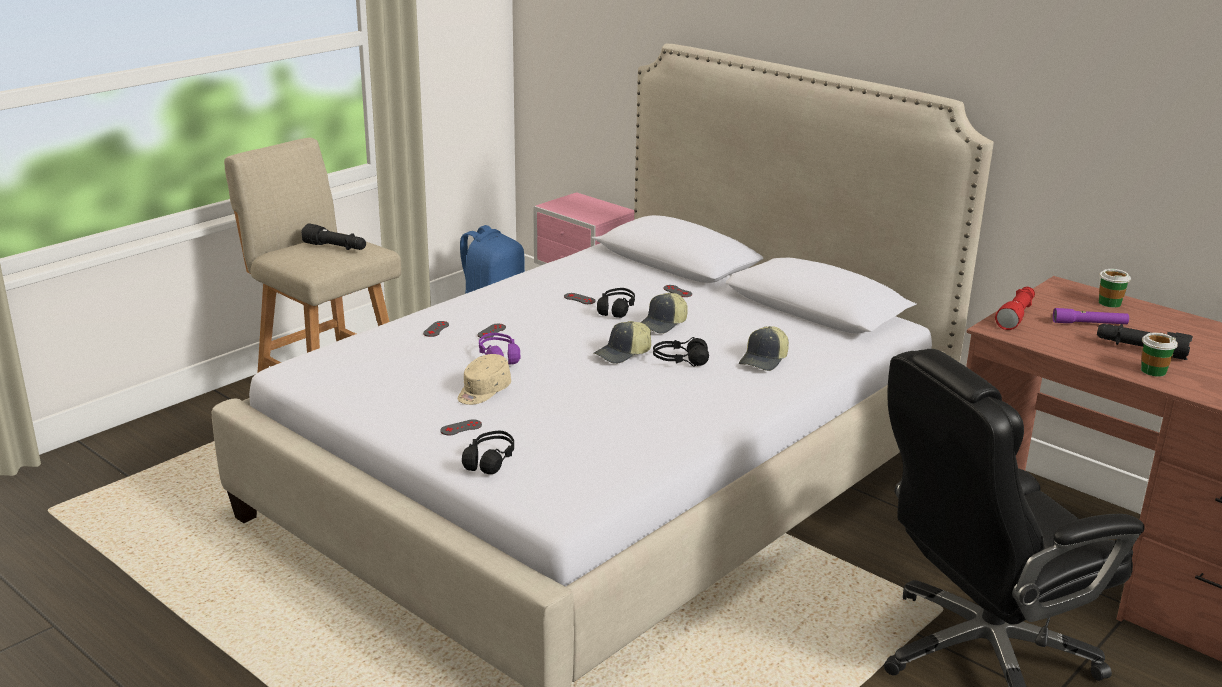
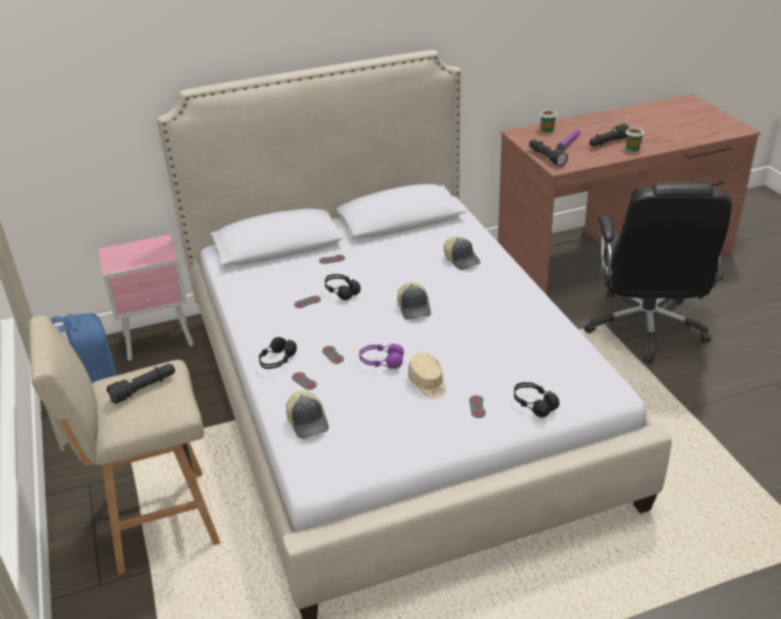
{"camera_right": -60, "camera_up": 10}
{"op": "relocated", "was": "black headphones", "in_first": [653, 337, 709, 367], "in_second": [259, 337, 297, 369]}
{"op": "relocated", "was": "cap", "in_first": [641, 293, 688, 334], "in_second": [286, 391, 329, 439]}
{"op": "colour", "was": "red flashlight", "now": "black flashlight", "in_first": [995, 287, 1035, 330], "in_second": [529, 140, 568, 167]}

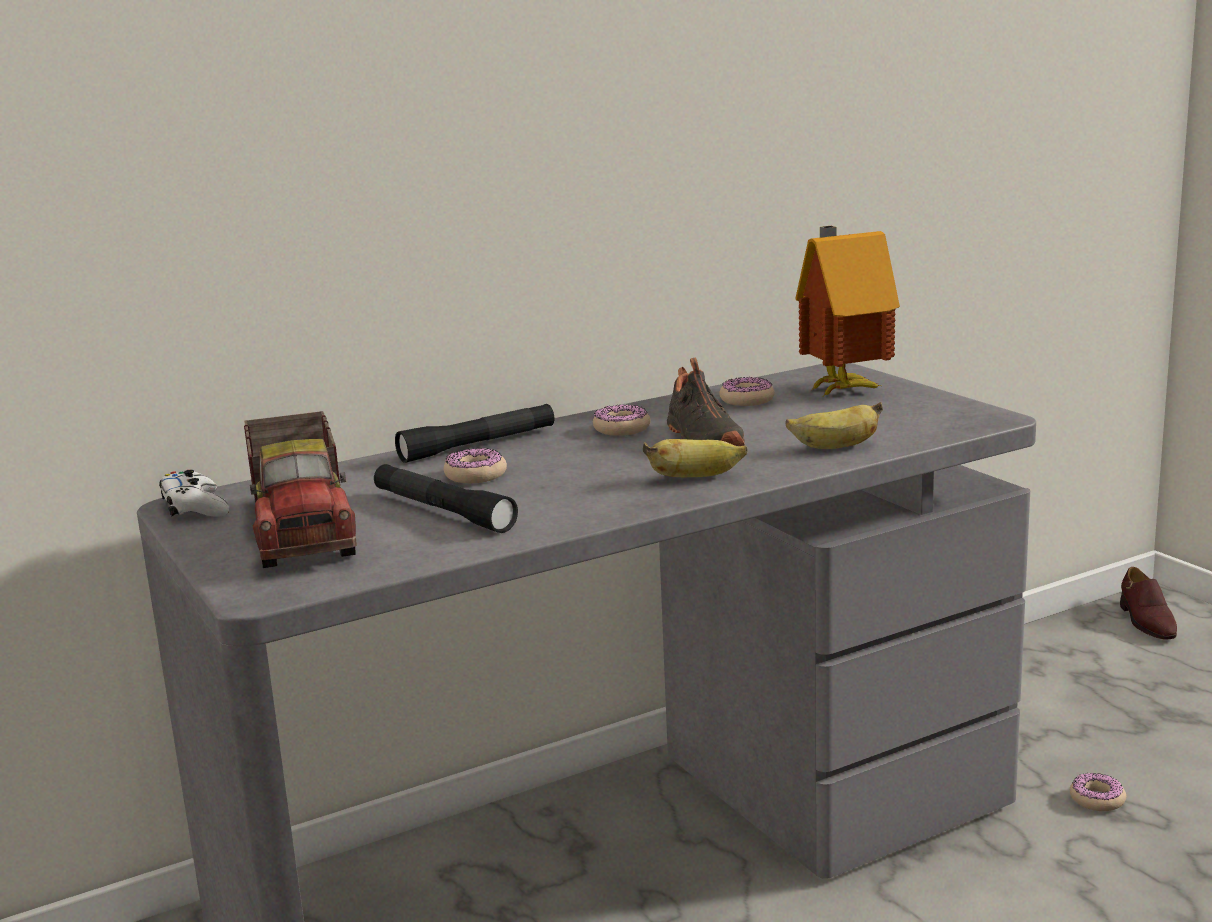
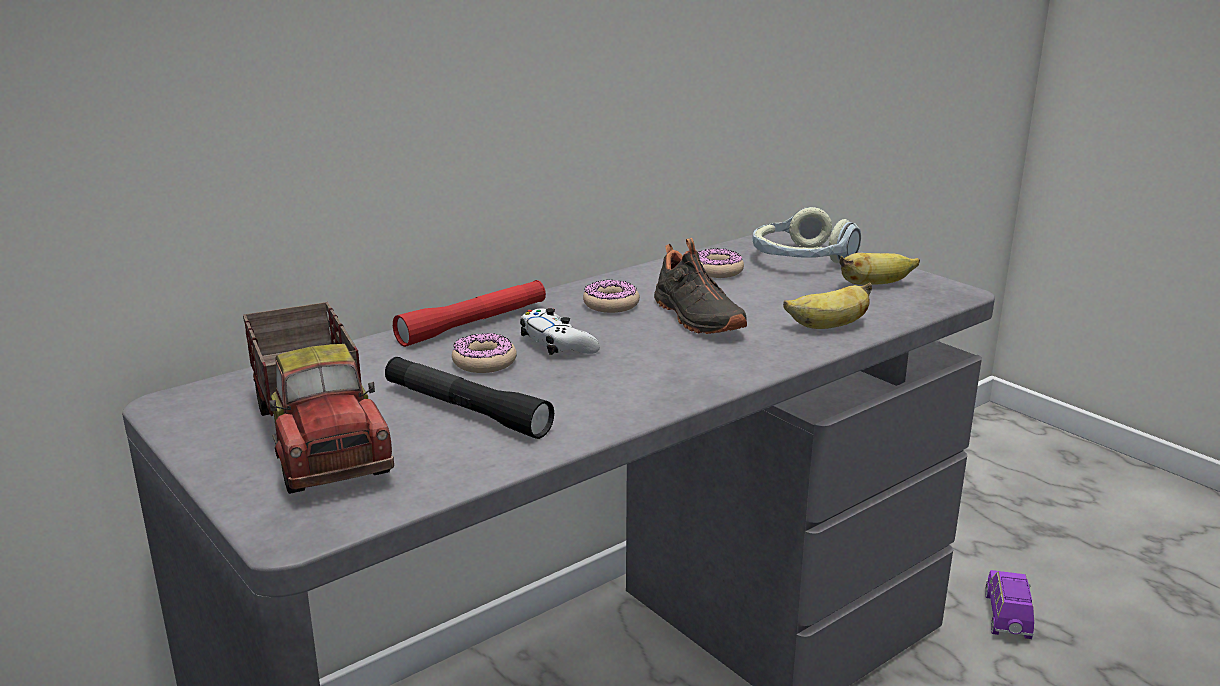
{"camera_right": -10, "camera_up": 5}
{"op": "colour", "was": "black flashlight", "now": "red flashlight", "in_first": [395, 404, 554, 463], "in_second": [393, 280, 546, 347]}
{"op": "relocated", "was": "white game controller", "in_first": [159, 470, 229, 517], "in_second": [520, 308, 600, 355]}
{"op": "exchanged", "was": "toy house", "now": "headphones", "in_first": [795, 226, 900, 398], "in_second": [752, 207, 861, 263]}
{"op": "relocated", "was": "banana", "in_first": [643, 439, 748, 477], "in_second": [839, 253, 920, 285]}
{"op": "exchanged", "was": "donut", "now": "purple toy car", "in_first": [1070, 773, 1126, 811], "in_second": [985, 570, 1034, 639]}
{"op": "missing", "was": "brown shoe", "in_first": [1120, 567, 1177, 639]}

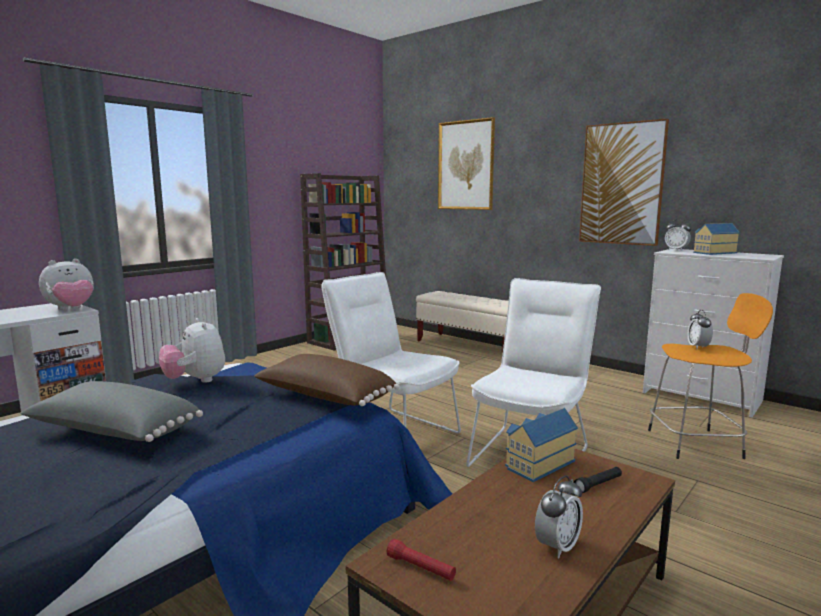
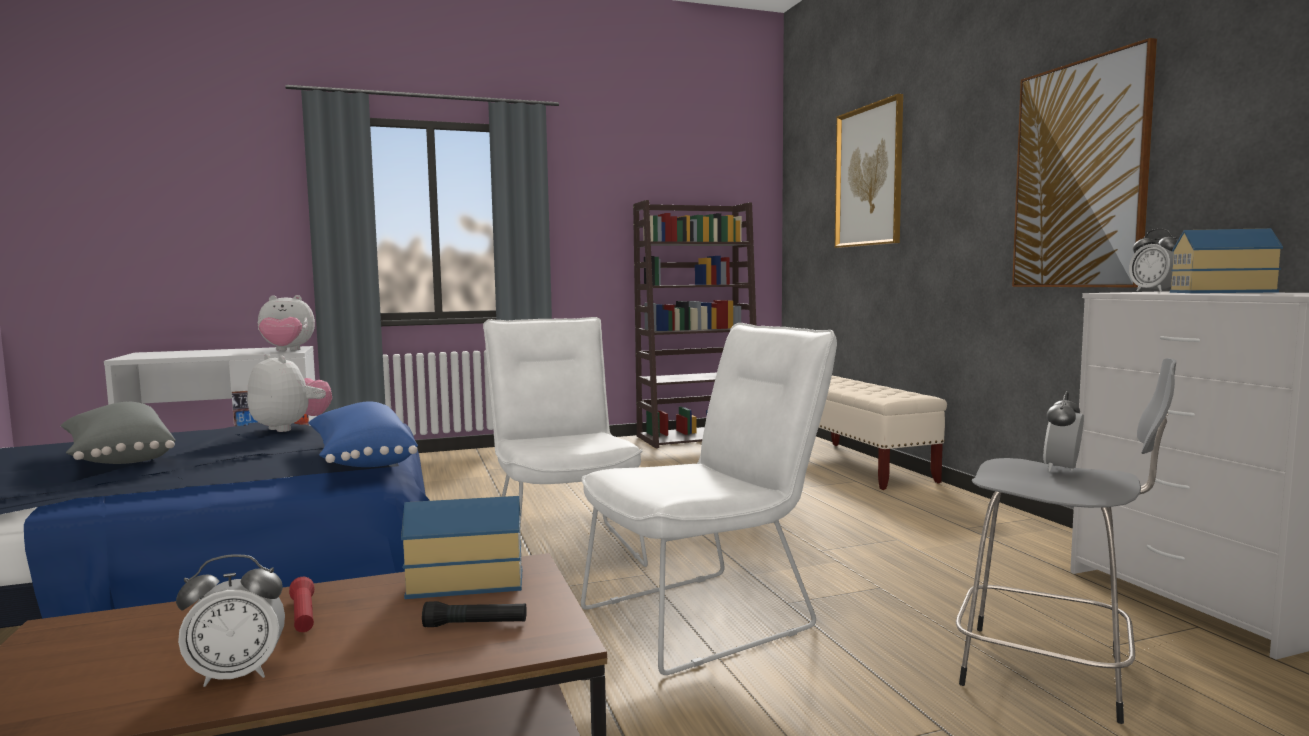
{"camera_right": 30, "camera_up": -5}
{"op": "spun", "was": "plush toy", "in_first": [159, 318, 225, 383], "in_second": [247, 354, 332, 432], "clockwise": 135}
{"op": "relocated", "was": "red flashlight", "in_first": [387, 539, 456, 581], "in_second": [289, 577, 314, 632]}
{"op": "colour", "was": "brown pillow", "now": "blue pillow", "in_first": [254, 354, 400, 406], "in_second": [308, 401, 418, 467]}
{"op": "colour", "was": "orange stool", "now": "grey stool", "in_first": [648, 293, 773, 459], "in_second": [956, 358, 1176, 724]}

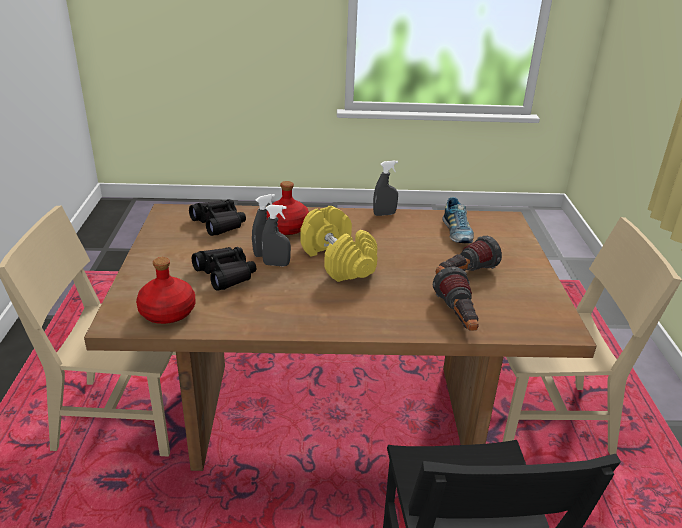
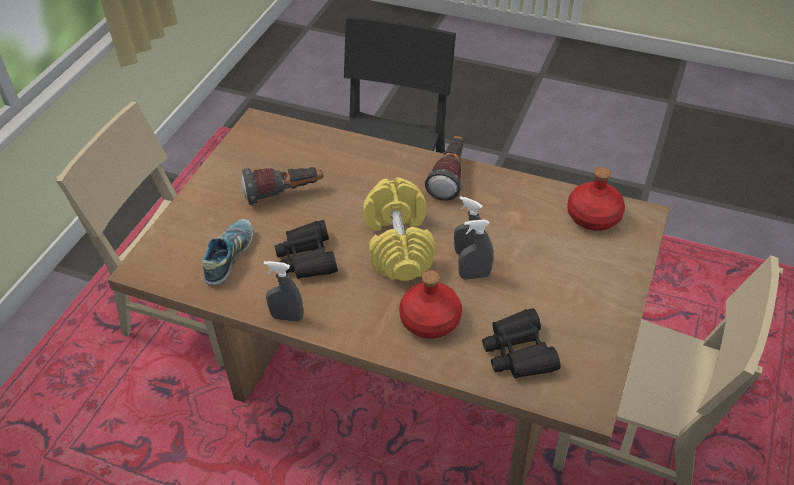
{"camera_right": -155, "camera_up": 15}
{"op": "relocated", "was": "black binoculars", "in_first": [192, 247, 256, 291], "in_second": [275, 220, 338, 279]}
{"op": "relocated", "was": "flashlight", "in_first": [433, 266, 478, 331], "in_second": [425, 136, 464, 201]}

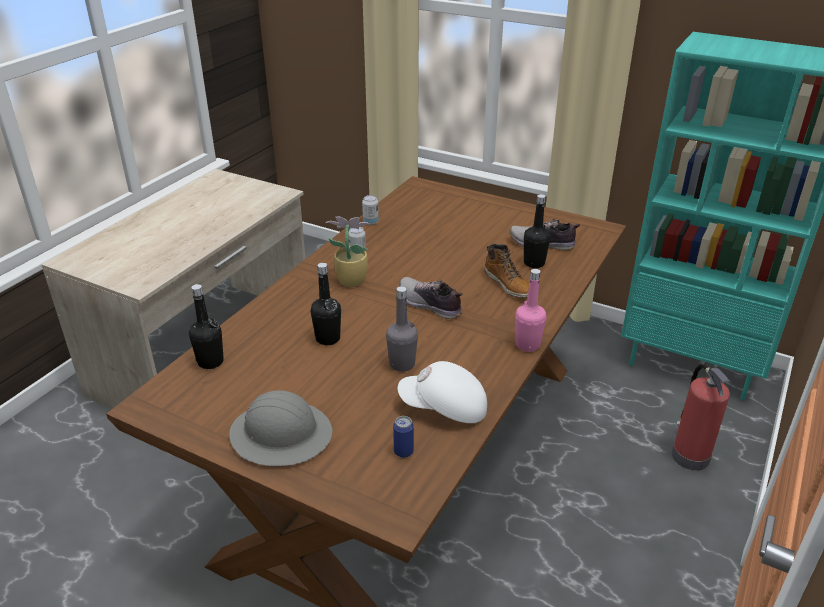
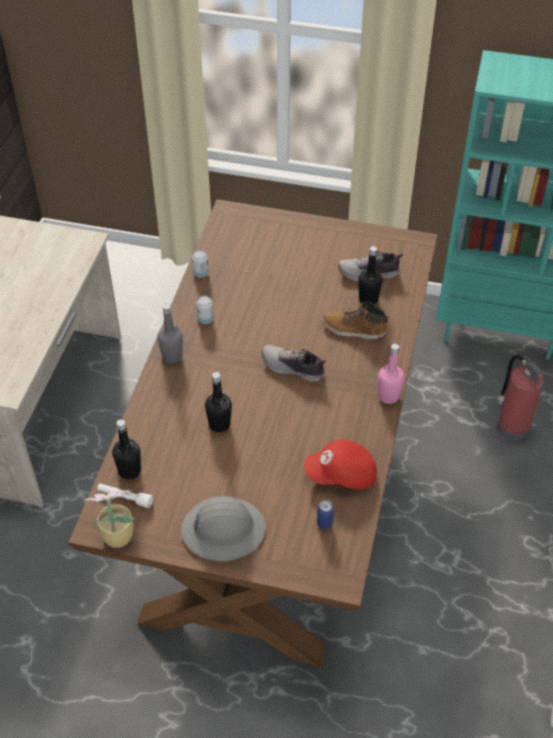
{"camera_right": -15, "camera_up": 15}
{"op": "relocated", "was": "potted plant", "in_first": [326, 216, 370, 287], "in_second": [84, 490, 135, 548]}
{"op": "appeared", "now": "white flashlight", "in_second": [97, 483, 153, 508]}
{"op": "relocated", "was": "grey bottle", "in_first": [386, 286, 418, 372], "in_second": [157, 304, 183, 364]}
{"op": "colour", "was": "white cap", "now": "red cap", "in_first": [398, 361, 487, 423], "in_second": [304, 440, 377, 489]}
{"op": "spun", "was": "boot", "in_first": [484, 244, 530, 298], "in_second": [322, 302, 389, 340], "clockwise": 150}

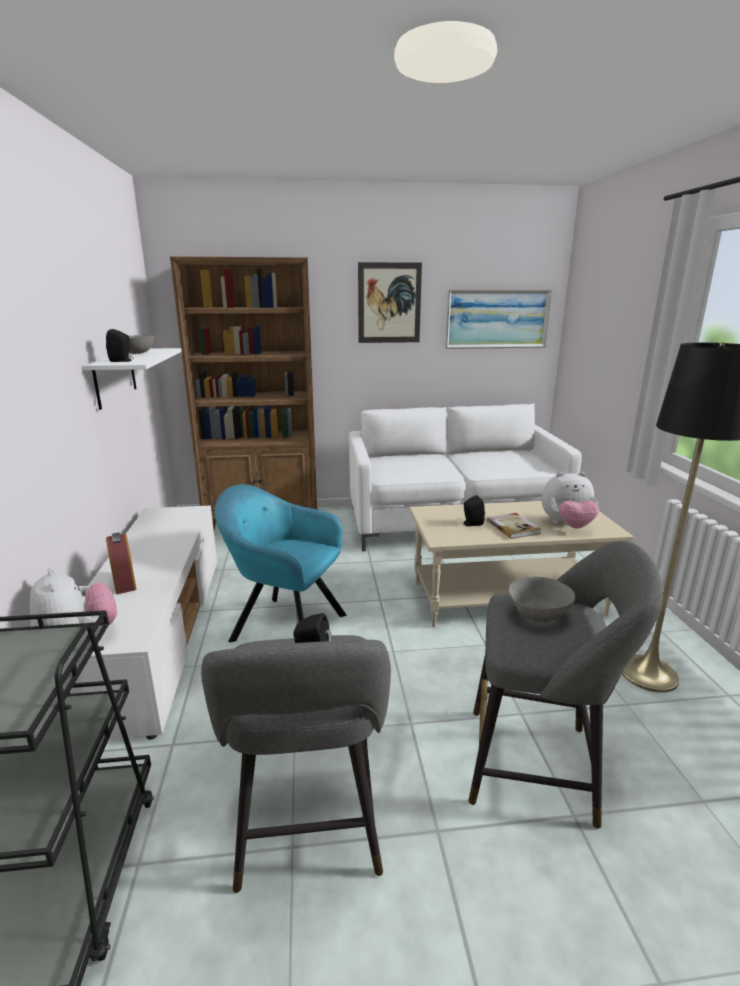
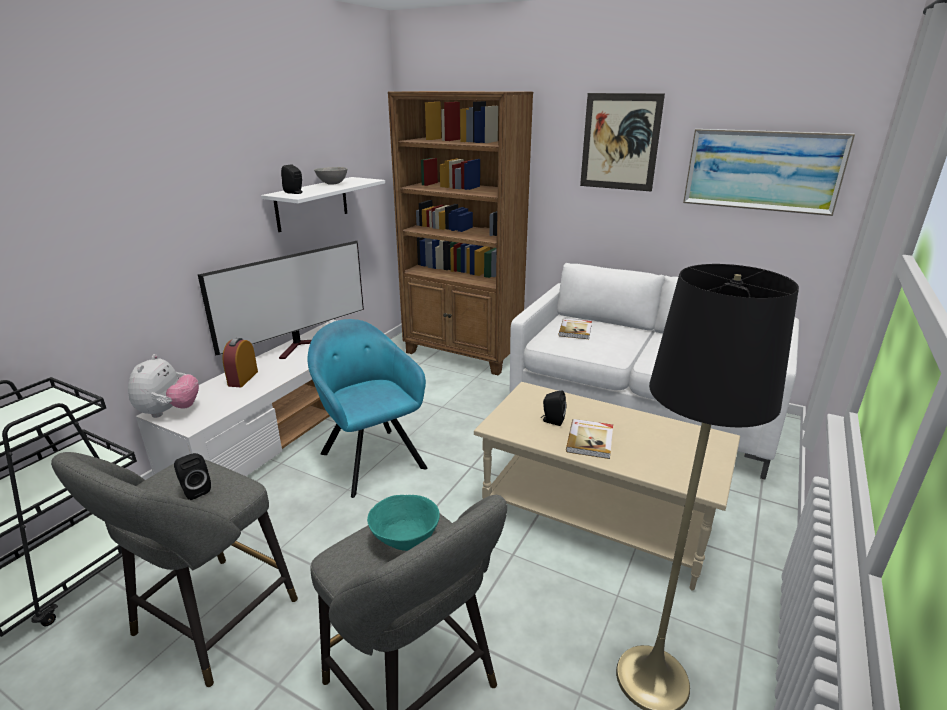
{"camera_right": 35, "camera_up": 5}
{"op": "appeared", "now": "television", "in_second": [198, 241, 364, 359]}
{"op": "colour", "was": "grey bowl", "now": "turquoise bowl", "in_first": [508, 577, 576, 622], "in_second": [367, 495, 440, 551]}
{"op": "appeared", "now": "book", "in_second": [558, 319, 592, 339]}
{"op": "missing", "was": "plush toy", "in_first": [541, 472, 599, 529]}

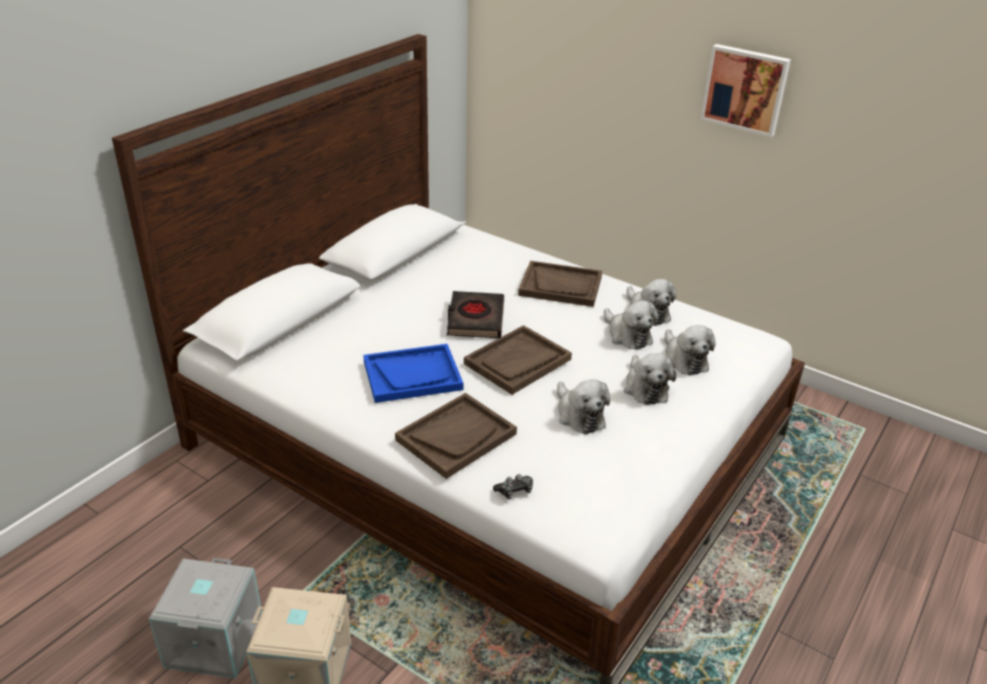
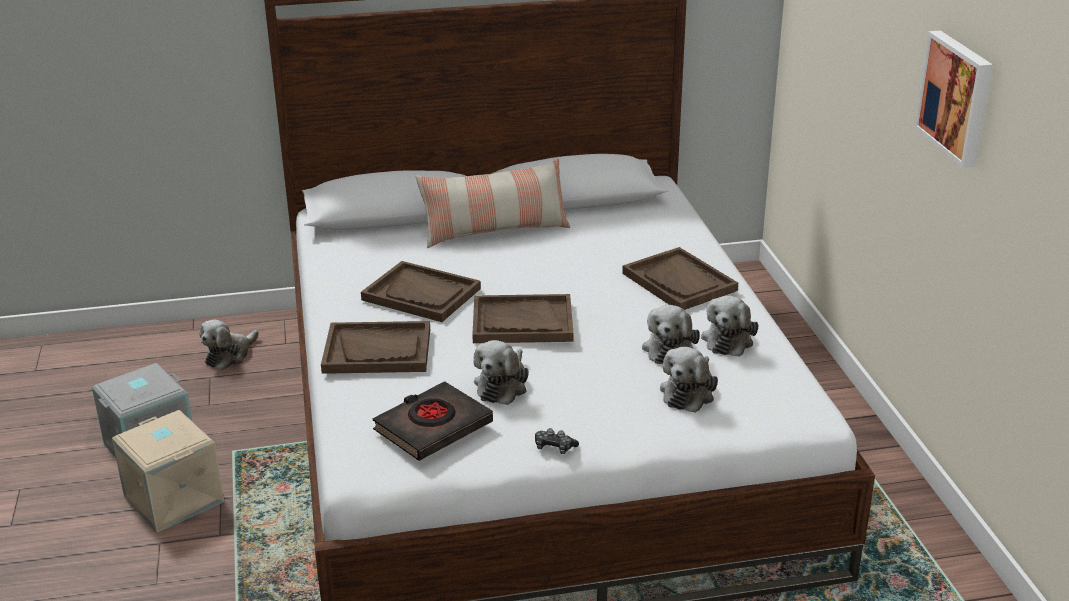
{"camera_right": 45, "camera_up": -5}
{"op": "relocated", "was": "plush toy", "in_first": [624, 353, 676, 405], "in_second": [200, 319, 259, 370]}
{"op": "colour", "was": "blue tray", "now": "brown tray", "in_first": [363, 344, 463, 403], "in_second": [361, 261, 481, 322]}
{"op": "relocated", "was": "black book", "in_first": [447, 291, 504, 338], "in_second": [373, 381, 493, 461]}
{"op": "appeared", "now": "pillow", "in_second": [416, 159, 570, 248]}
{"op": "relocated", "was": "game controller", "in_first": [493, 474, 533, 499], "in_second": [535, 428, 579, 454]}

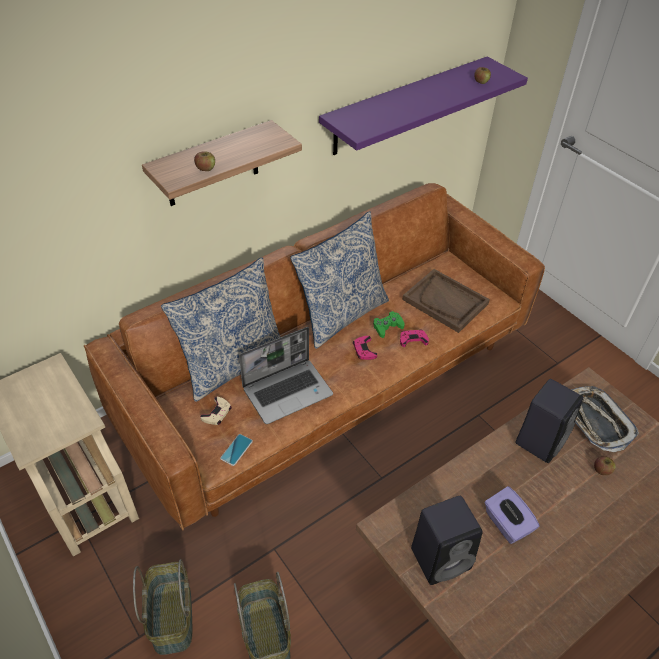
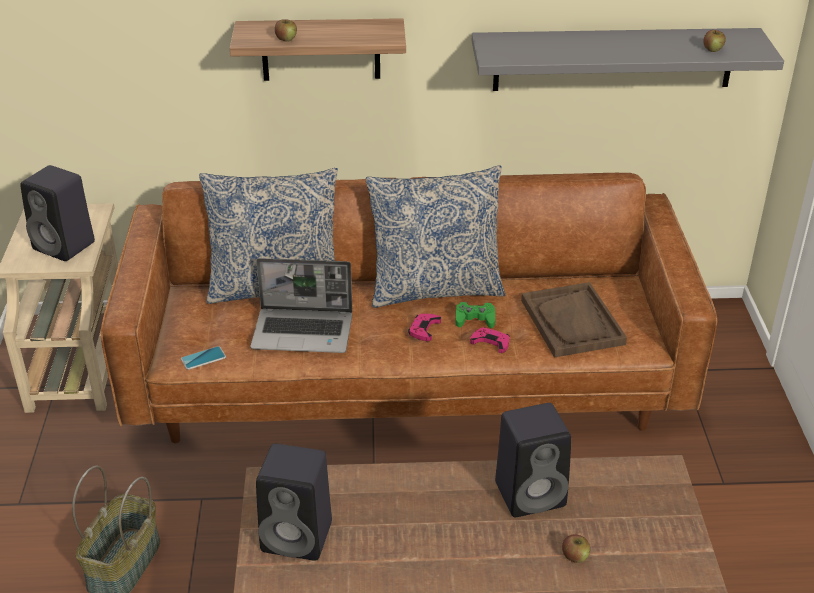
{"camera_right": 35, "camera_up": -10}
{"op": "appeared", "now": "black speaker", "in_second": [20, 165, 95, 261]}
{"op": "colour", "was": "purple shelf", "now": "grey shelf", "in_first": [319, 56, 528, 155], "in_second": [472, 28, 784, 91]}
{"op": "missing", "was": "basket", "in_first": [133, 559, 192, 655]}
{"op": "missing", "was": "beige game controller", "in_first": [200, 397, 231, 425]}
{"op": "missing", "was": "purple tissue box", "in_first": [484, 486, 540, 544]}
{"op": "missing", "was": "tray", "in_first": [571, 386, 639, 452]}

